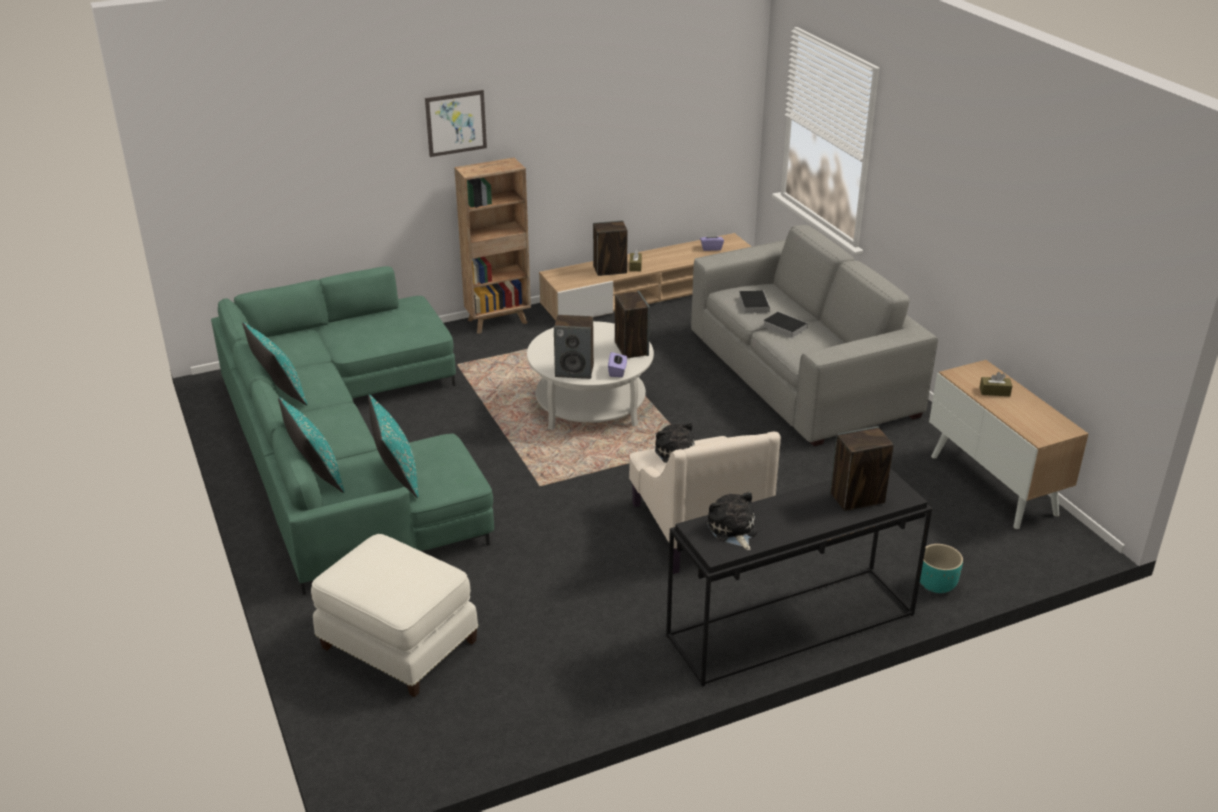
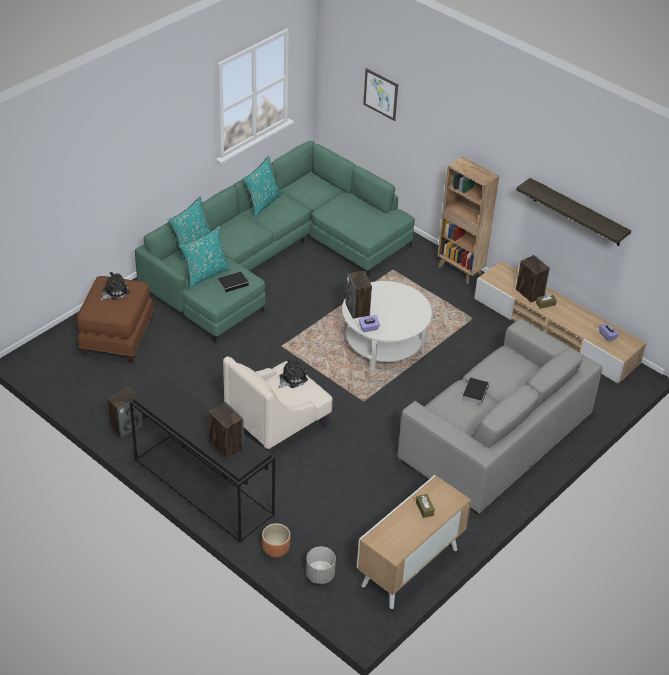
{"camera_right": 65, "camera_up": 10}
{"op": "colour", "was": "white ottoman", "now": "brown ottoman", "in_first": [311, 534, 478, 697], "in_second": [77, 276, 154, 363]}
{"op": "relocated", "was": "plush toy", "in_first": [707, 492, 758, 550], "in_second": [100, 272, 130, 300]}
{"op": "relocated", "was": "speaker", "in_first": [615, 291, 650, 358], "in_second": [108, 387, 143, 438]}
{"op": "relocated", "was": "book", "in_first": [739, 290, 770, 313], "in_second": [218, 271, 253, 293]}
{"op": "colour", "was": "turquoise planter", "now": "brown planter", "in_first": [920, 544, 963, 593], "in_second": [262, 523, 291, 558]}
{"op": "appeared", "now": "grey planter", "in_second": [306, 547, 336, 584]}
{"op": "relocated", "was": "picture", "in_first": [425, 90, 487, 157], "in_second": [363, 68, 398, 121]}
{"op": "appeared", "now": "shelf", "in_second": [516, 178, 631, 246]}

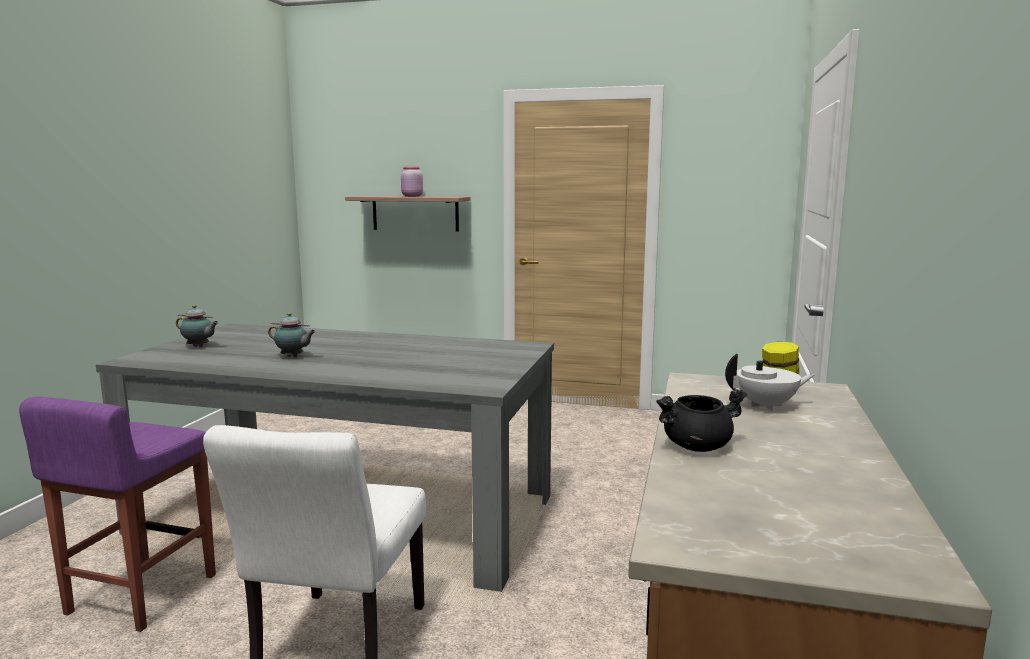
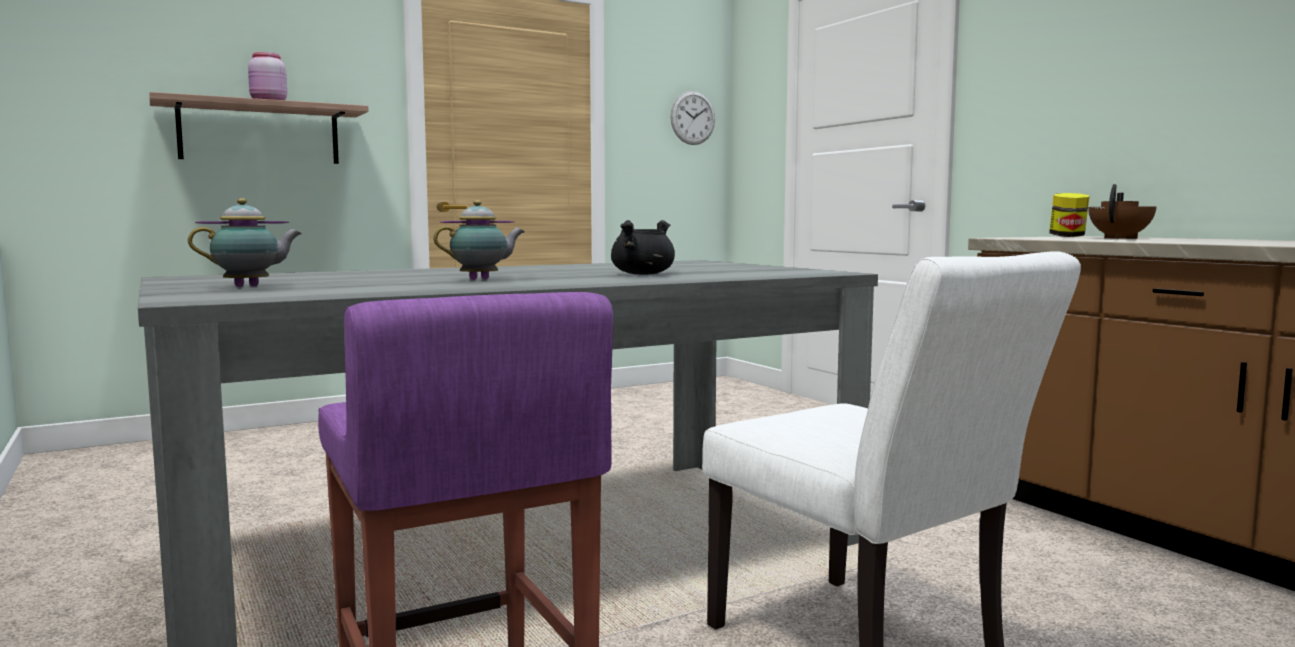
{"camera_right": -45, "camera_up": -5}
{"op": "relocated", "was": "black cooking pot", "in_first": [656, 389, 747, 452], "in_second": [611, 220, 675, 275]}
{"op": "appeared", "now": "wall clock", "in_second": [670, 91, 715, 145]}
{"op": "colour", "was": "white teapot", "now": "brown teapot", "in_first": [725, 354, 816, 411], "in_second": [1088, 184, 1156, 239]}

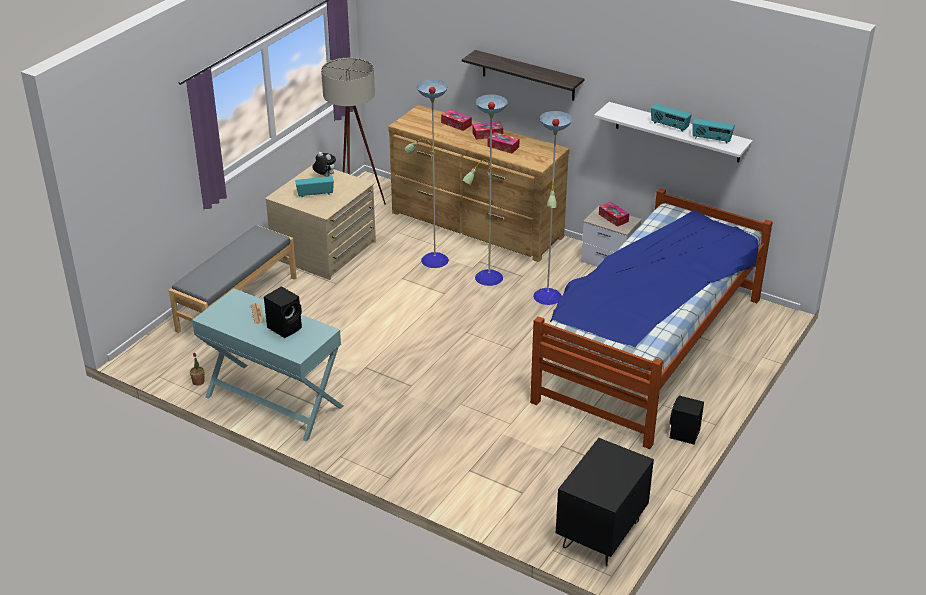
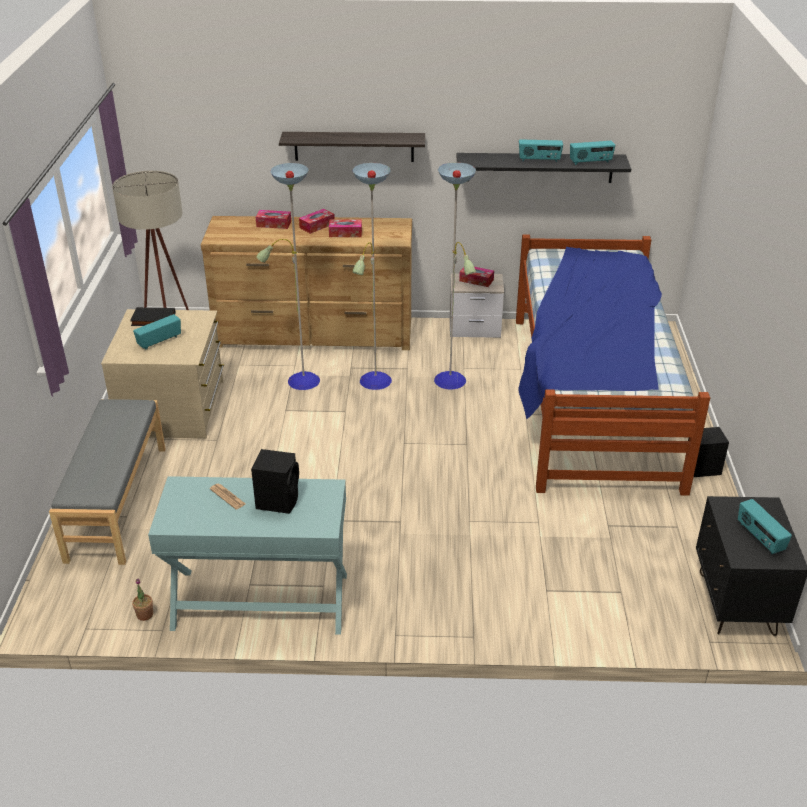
{"camera_right": -30, "camera_up": 0}
{"op": "exchanged", "was": "plush toy", "now": "black book", "in_first": [313, 152, 336, 177], "in_second": [130, 307, 176, 326]}
{"op": "colour", "was": "white shelf", "now": "black shelf", "in_first": [594, 102, 753, 163], "in_second": [457, 153, 631, 183]}
{"op": "appeared", "now": "radio", "in_second": [738, 499, 792, 554]}

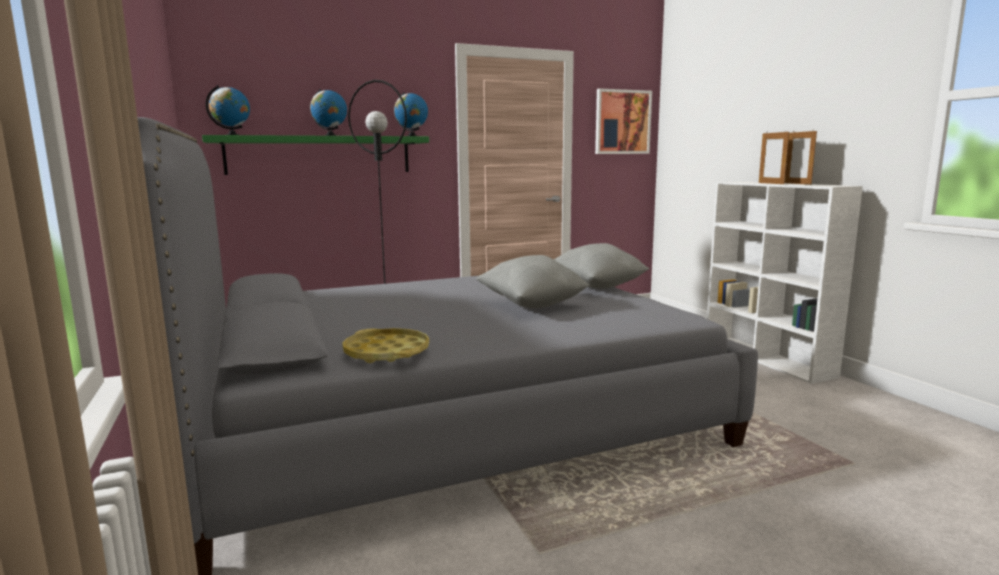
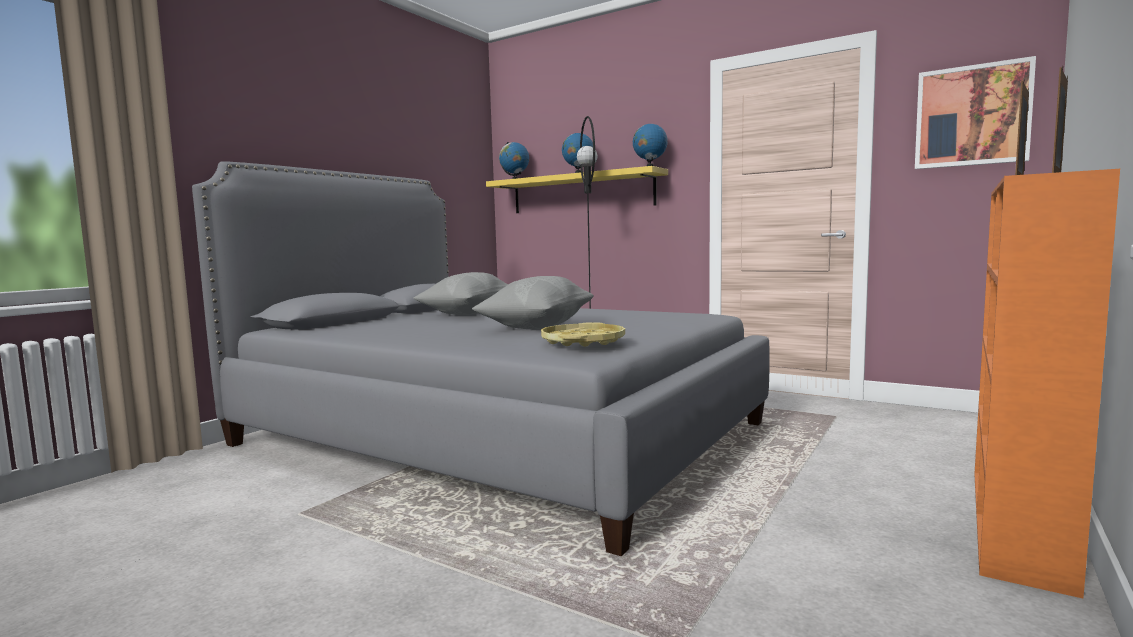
{"camera_right": 55, "camera_up": -5}
{"op": "relocated", "was": "grey pillow", "in_first": [554, 243, 649, 288], "in_second": [413, 272, 509, 315]}
{"op": "colour", "was": "green shelf", "now": "yellow shelf", "in_first": [202, 135, 429, 175], "in_second": [486, 166, 668, 213]}
{"op": "relocated", "was": "yellow tray", "in_first": [342, 328, 429, 363], "in_second": [541, 322, 625, 347]}
{"op": "colour", "was": "white bookcase", "now": "orange bookcase", "in_first": [707, 181, 863, 384], "in_second": [974, 169, 1120, 598]}

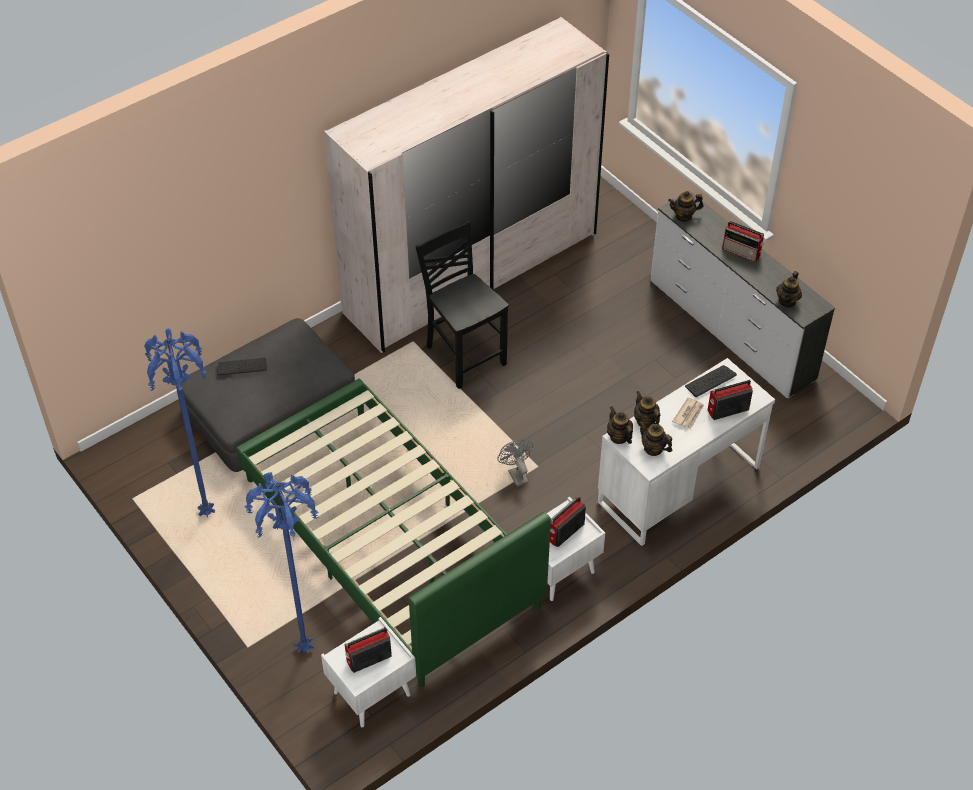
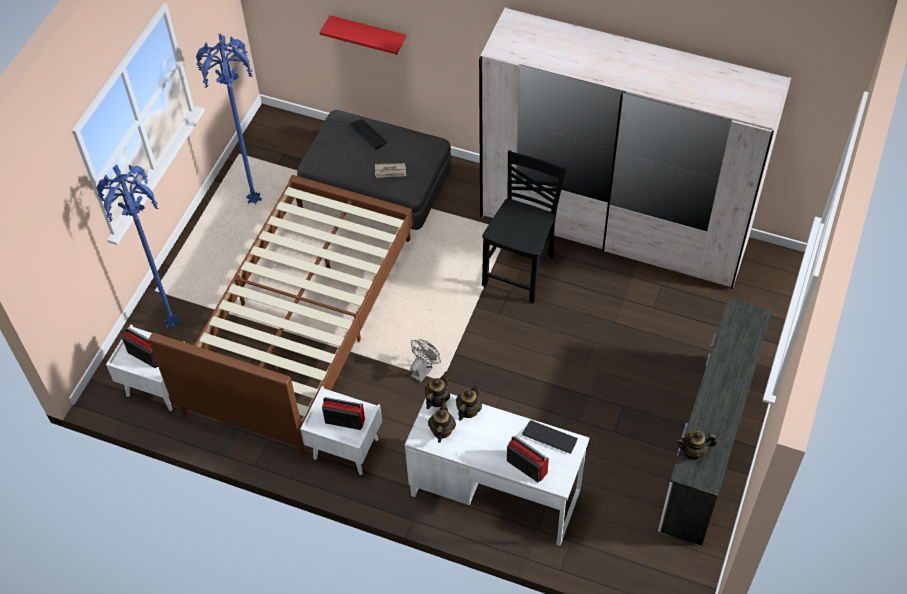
{"camera_right": 60, "camera_up": 5}
{"op": "colour", "was": "green bed", "now": "brown bed", "in_first": [236, 379, 551, 687], "in_second": [148, 175, 413, 455]}
{"op": "appeared", "now": "red shelf", "in_second": [319, 15, 406, 55]}
{"op": "relocated", "was": "newspaper", "in_first": [672, 397, 704, 429], "in_second": [375, 163, 406, 178]}
{"op": "missing", "was": "teapot", "in_first": [668, 191, 704, 222]}
{"op": "missing", "was": "radio", "in_first": [722, 221, 764, 262]}

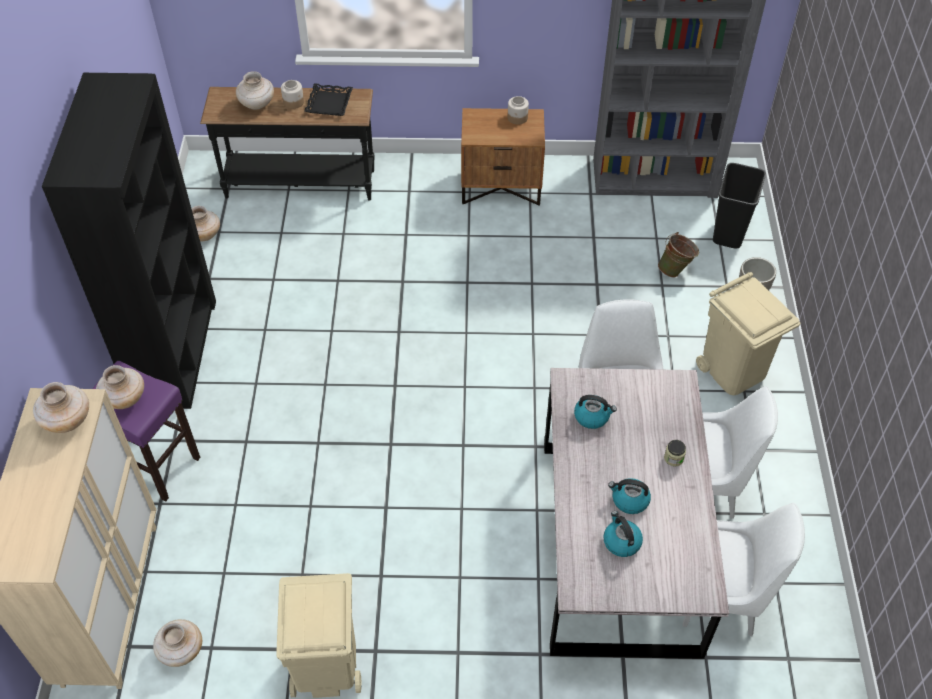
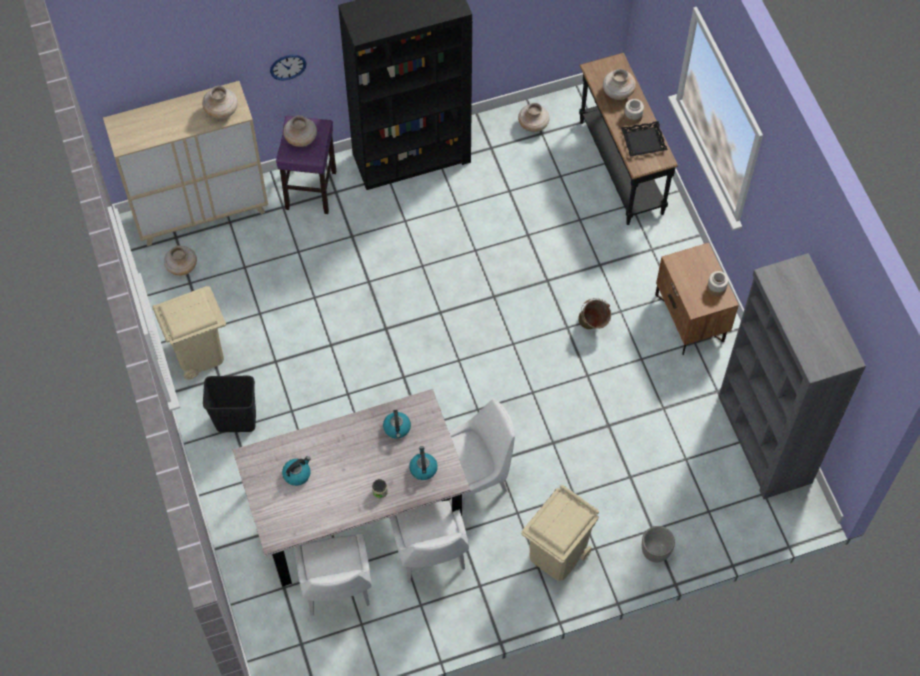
{"camera_right": 70, "camera_up": 10}
{"op": "relocated", "was": "black trash can", "in_first": [713, 163, 766, 248], "in_second": [203, 376, 256, 432]}
{"op": "appeared", "now": "wall clock", "in_second": [270, 55, 306, 81]}
{"op": "relocated", "was": "kettle", "in_first": [608, 478, 651, 514], "in_second": [409, 446, 438, 480]}
{"op": "relocated", "was": "green bucket", "in_first": [658, 232, 699, 278], "in_second": [578, 298, 611, 329]}

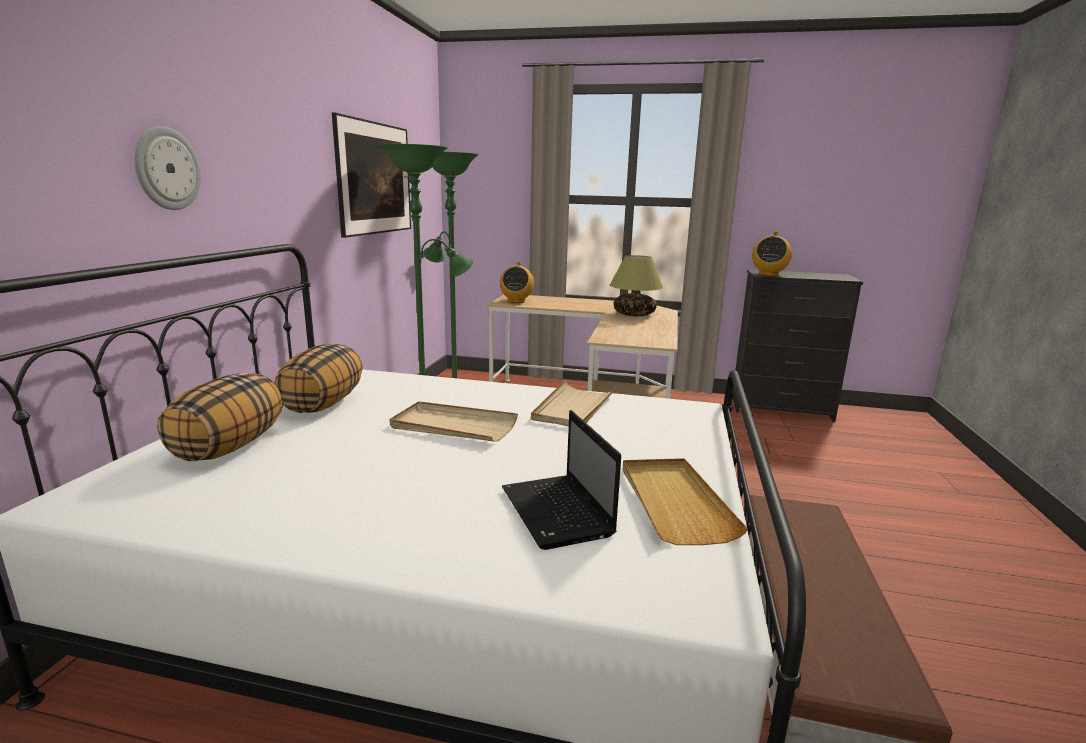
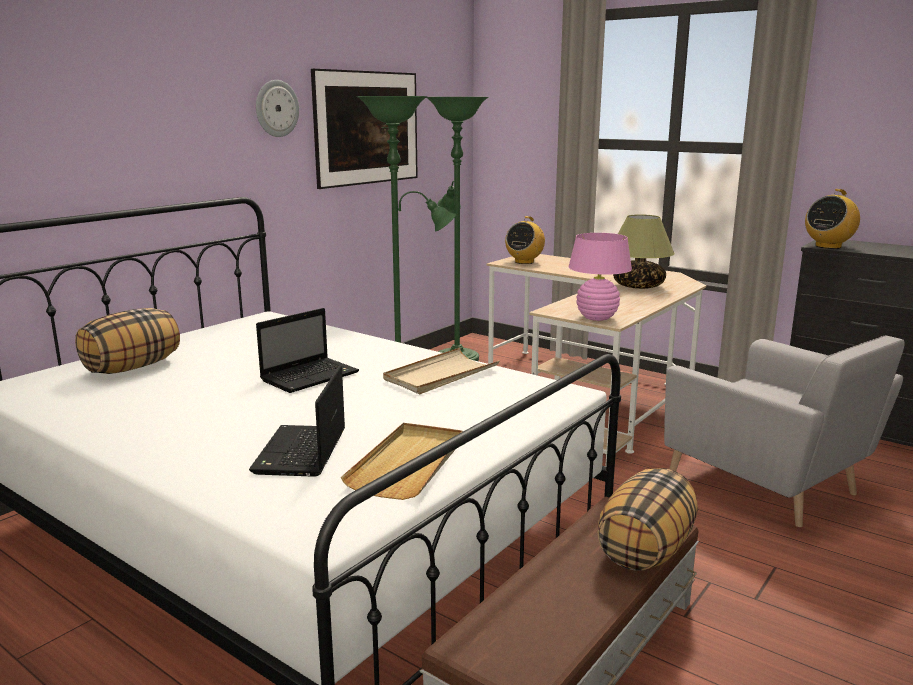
{"camera_right": 25, "camera_up": 0}
{"op": "relocated", "was": "wall clock", "in_first": [134, 126, 201, 210], "in_second": [256, 80, 299, 137]}
{"op": "exchanged", "was": "beige tray", "now": "laptop", "in_first": [390, 401, 518, 442], "in_second": [256, 308, 359, 393]}
{"op": "appeared", "now": "pink table lamp", "in_second": [568, 233, 632, 321]}
{"op": "relocated", "was": "pillow", "in_first": [274, 343, 362, 413], "in_second": [597, 468, 698, 571]}
{"op": "appeared", "now": "grey armchair", "in_second": [664, 335, 905, 527]}

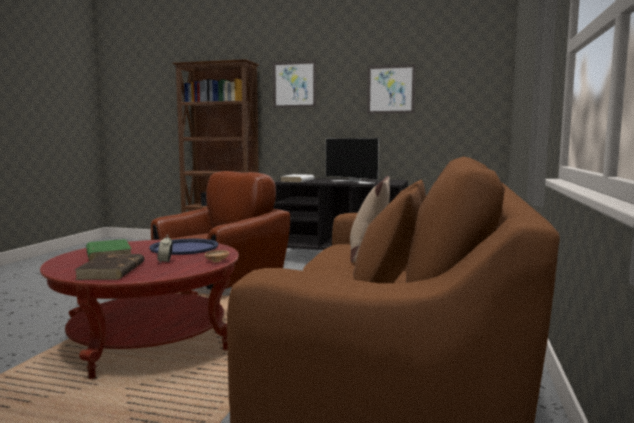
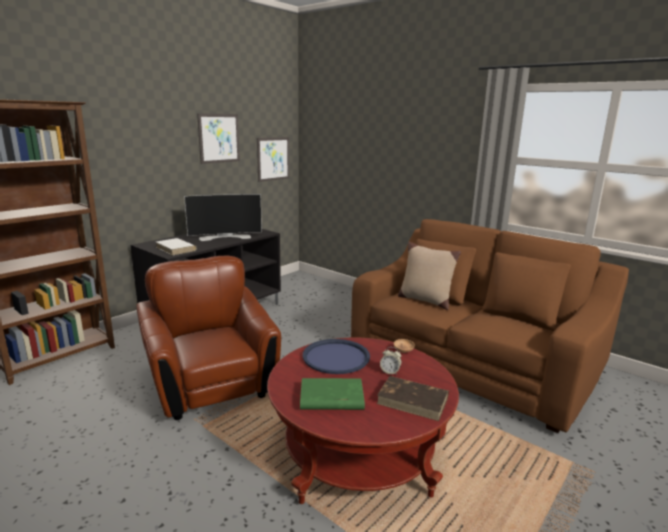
{"camera_right": -65, "camera_up": 10}
{"op": "relocated", "was": "picture", "in_first": [273, 60, 316, 108], "in_second": [257, 137, 290, 182]}

